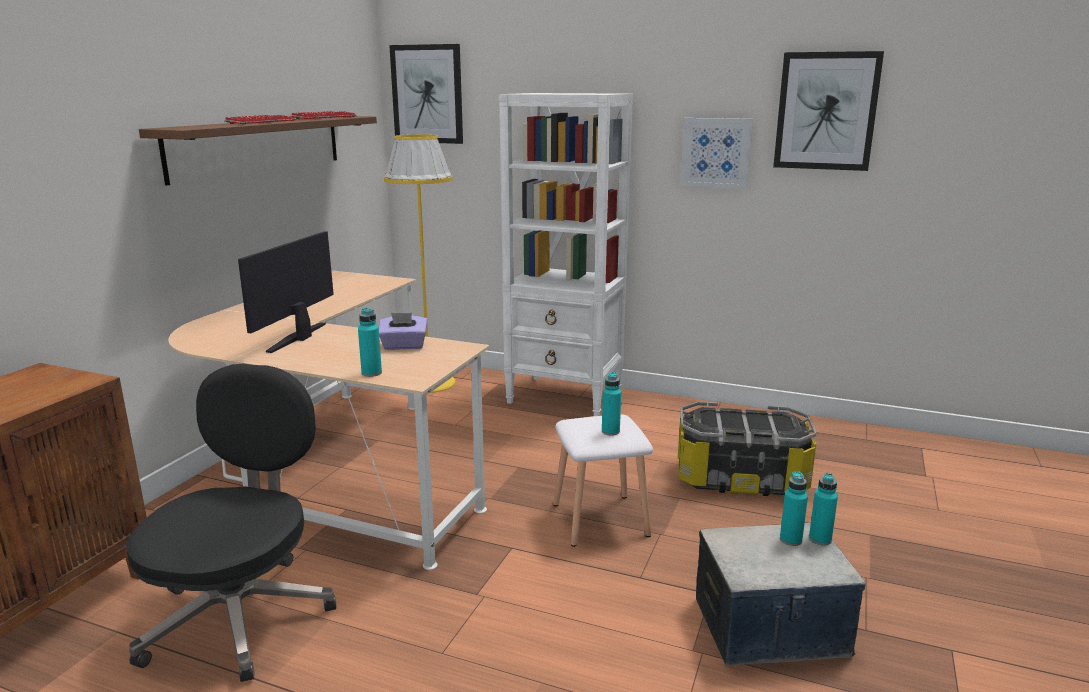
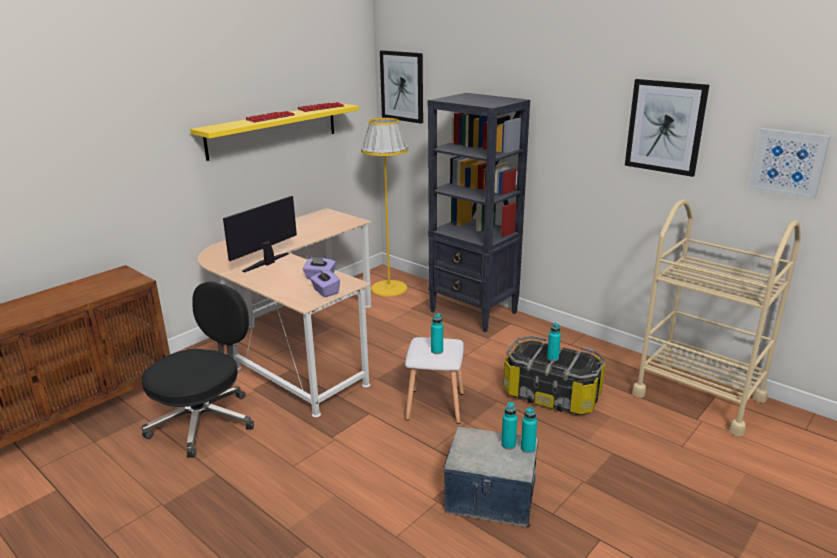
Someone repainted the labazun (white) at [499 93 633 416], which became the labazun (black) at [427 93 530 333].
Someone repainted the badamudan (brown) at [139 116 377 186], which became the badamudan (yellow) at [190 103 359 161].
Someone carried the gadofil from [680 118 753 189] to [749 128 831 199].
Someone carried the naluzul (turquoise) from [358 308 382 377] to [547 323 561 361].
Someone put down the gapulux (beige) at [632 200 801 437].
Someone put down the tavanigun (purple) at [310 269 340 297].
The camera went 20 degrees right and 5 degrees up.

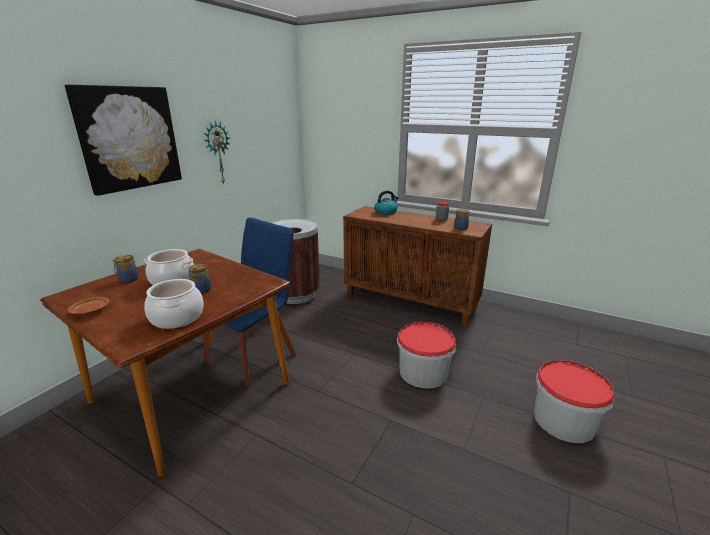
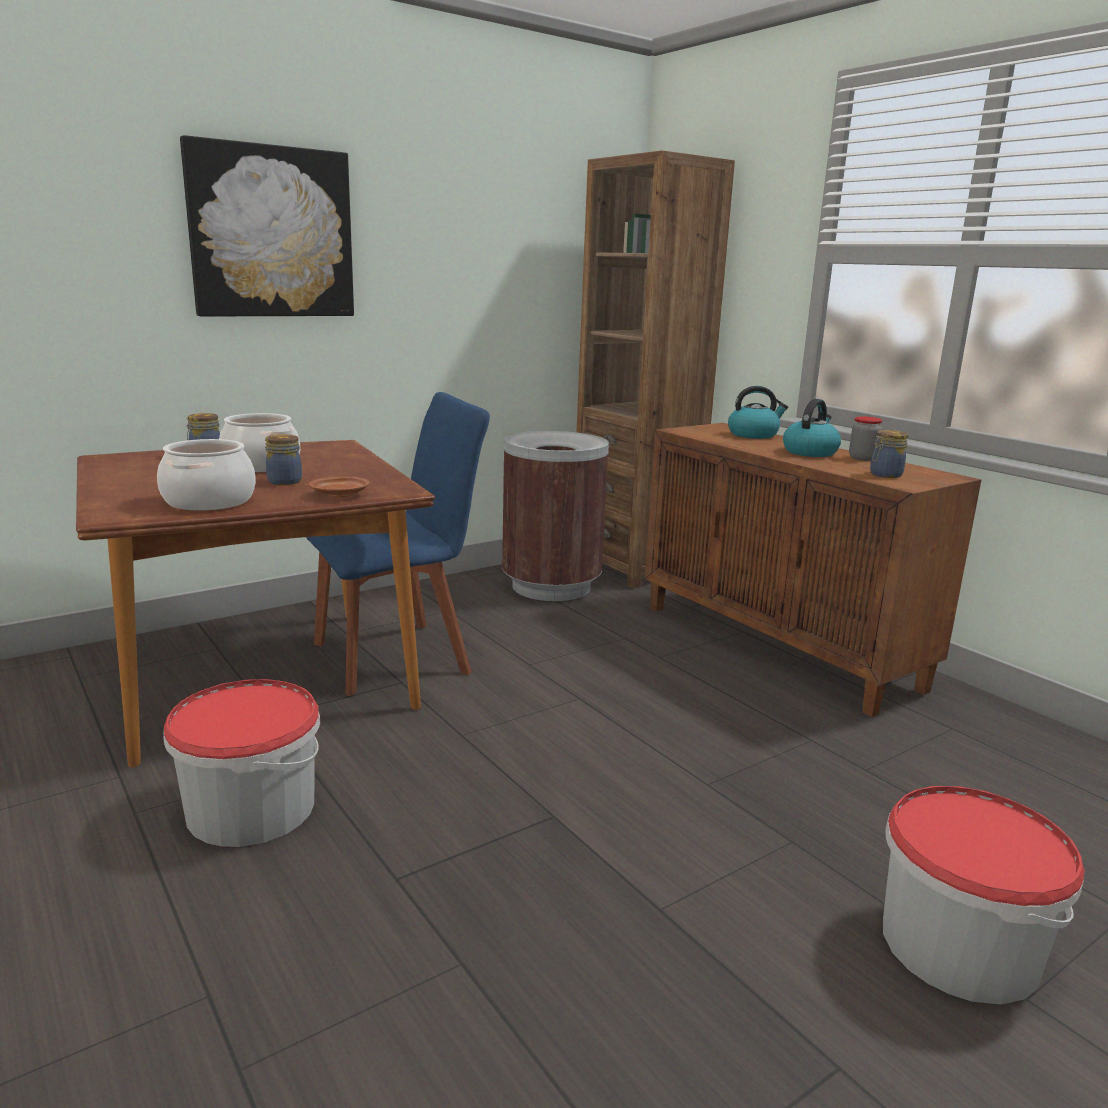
Someone took away the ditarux at [204 120 231 184].
Someone carried the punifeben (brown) from [68 297 110 315] to [309 476 370 497].
Someone carried the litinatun from [397 322 456 389] to [163 679 320 847].
Someone put down the labazun (brown) at [576 150 735 589].
Someone put down the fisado at [783 399 841 457].
The camera went 25 degrees right and 5 degrees down.

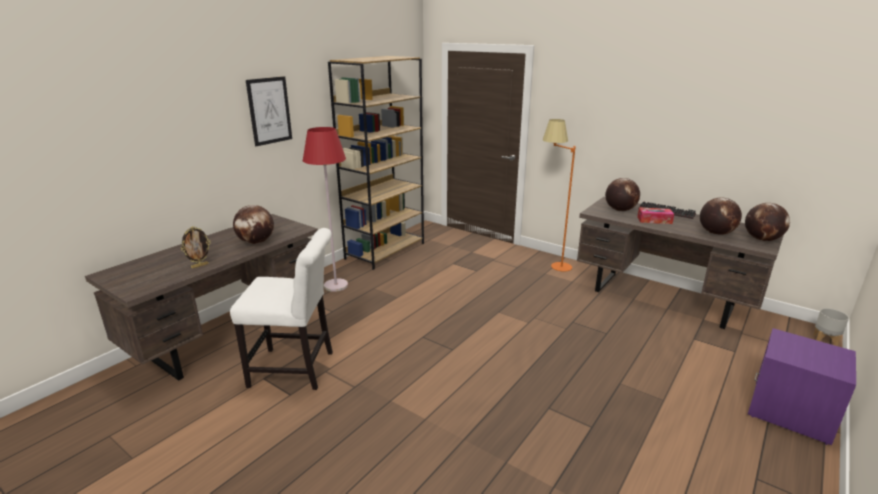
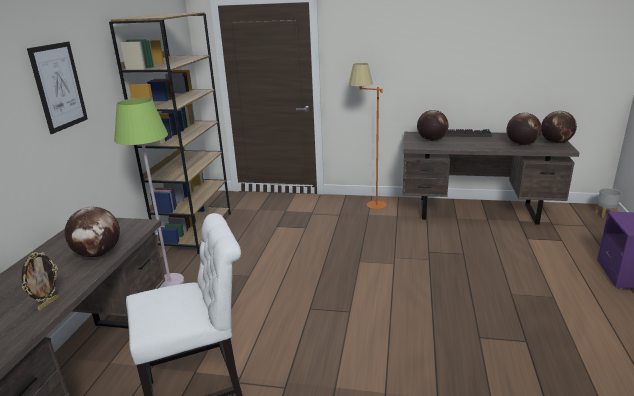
Someone repainted the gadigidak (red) at [303 127 348 292], which became the gadigidak (green) at [114 98 184 288].
Someone took away the tavanigun at [637 207 674 224].
The camera went 25 degrees left and 0 degrees up.

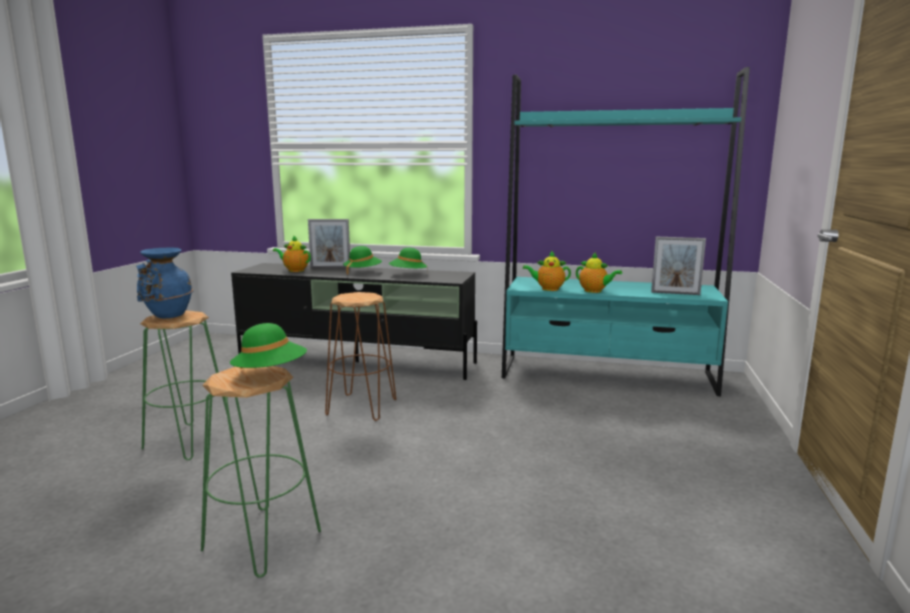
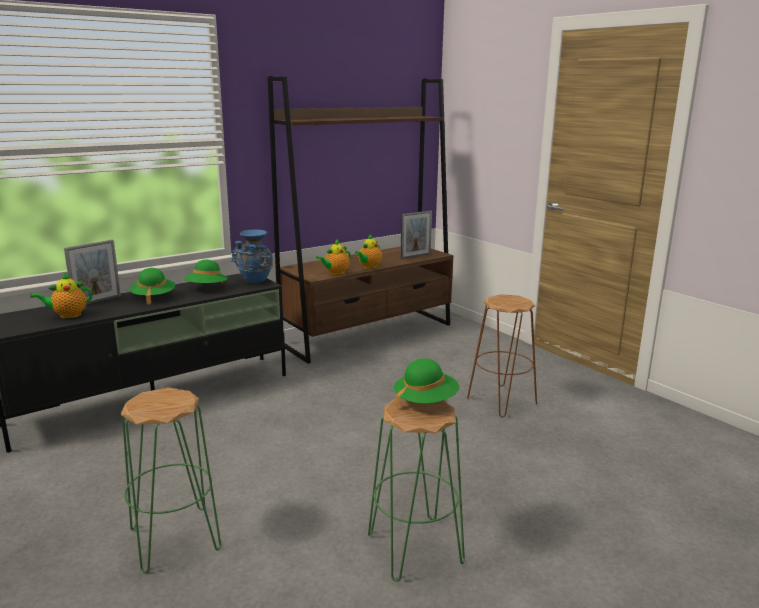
Someone repainted the labazun (turquoise) at [502 67 750 396], which became the labazun (brown) at [268 76 453 364].
Someone carried the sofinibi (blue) from [136 248 194 318] to [231 229 273 283].
Someone rotated the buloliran at [576 252 622 293] by 135 degrees clockwise.
Someone carried the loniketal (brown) from [325 292 396 421] to [467 294 537 417].
The camera went 50 degrees left and 5 degrees up.

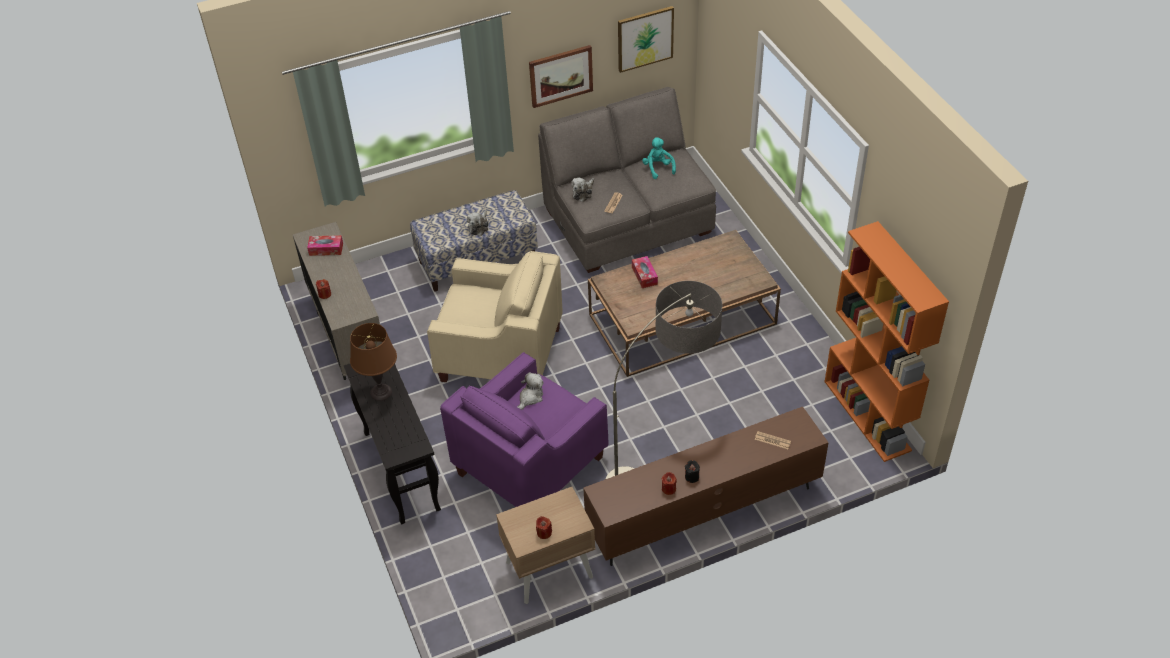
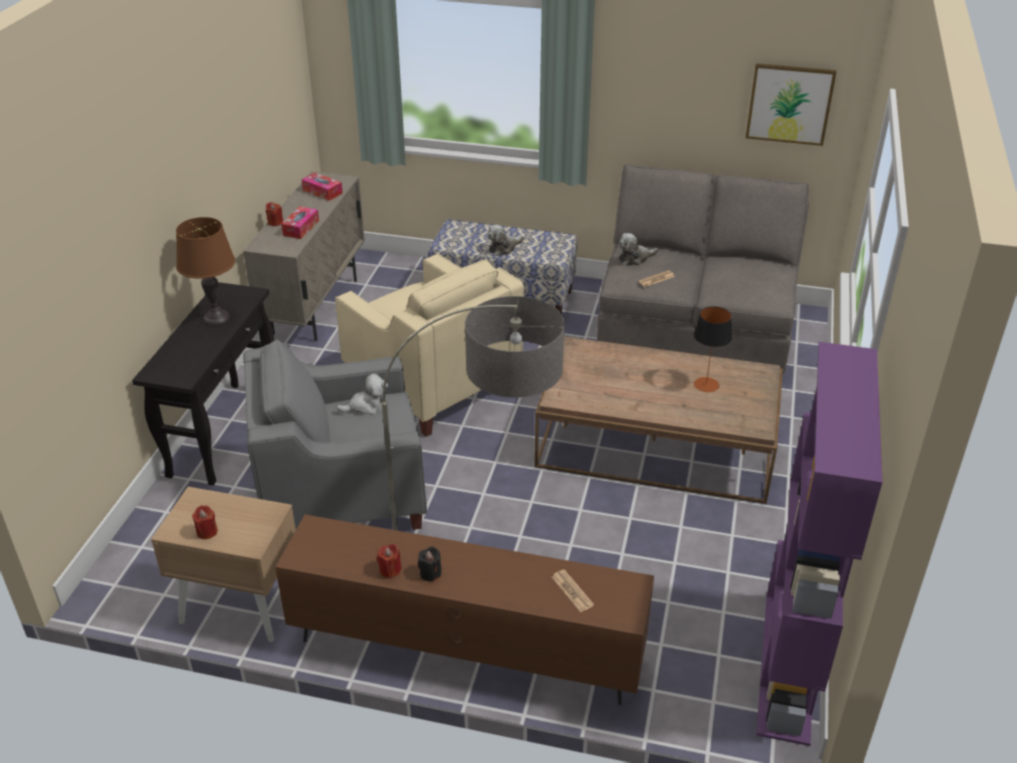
Someone took away the gadofil at [529 45 593 108].
Someone took away the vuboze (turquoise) at [642 137 676 179].
Someone repainted the labazun (orange) at [824 221 949 462], which became the labazun (purple) at [756 342 882 746].
Someone carried the tavanigun from [632 256 658 288] to [281 206 319 239].
Someone repainted the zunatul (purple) at [440 352 609 507], which became the zunatul (grey) at [243 339 427 530].
Someone put down the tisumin at [694 306 732 392].
The camera went 35 degrees right and 10 degrees down.

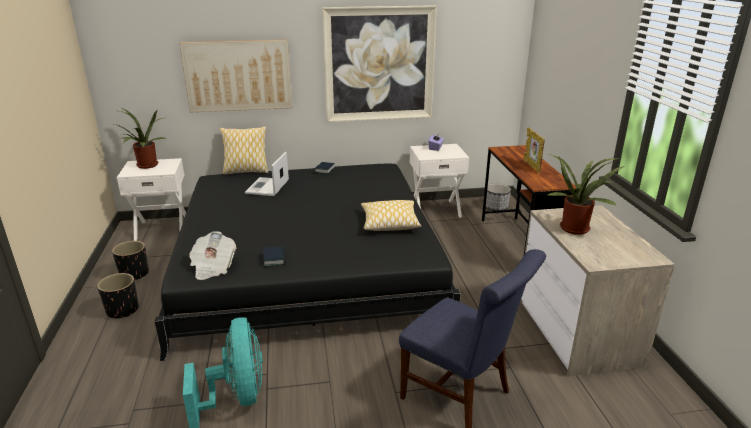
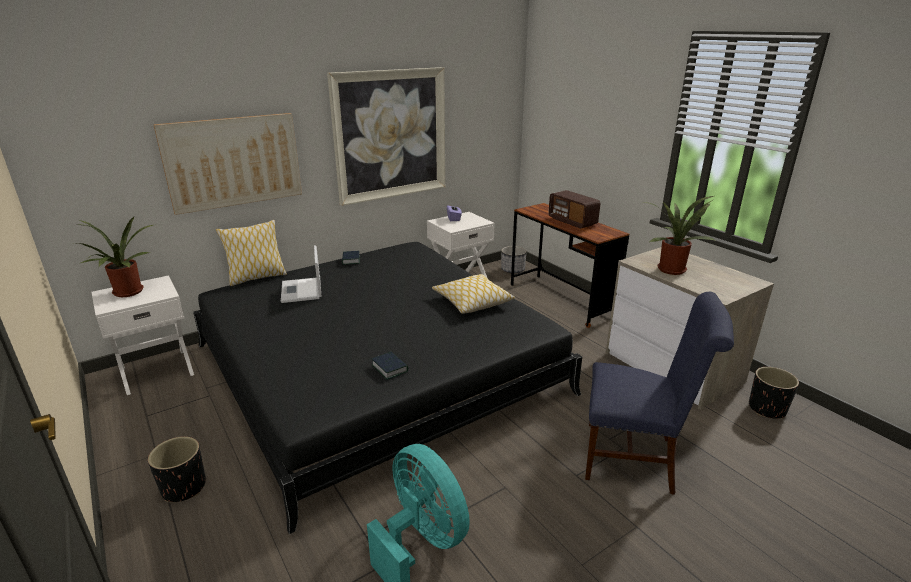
Someone swapped the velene at [524 127 545 173] for the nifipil at [548 190 600 229].
Someone took away the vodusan at [189 231 236 280].
Someone carried the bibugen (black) from [112 241 149 280] to [749 367 799 419].
The camera went 25 degrees left and 0 degrees up.

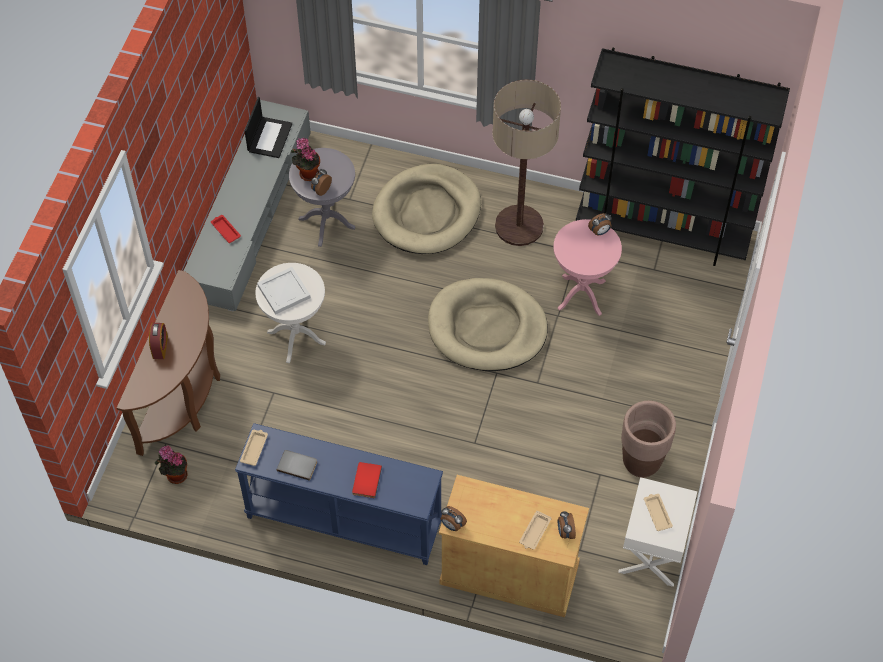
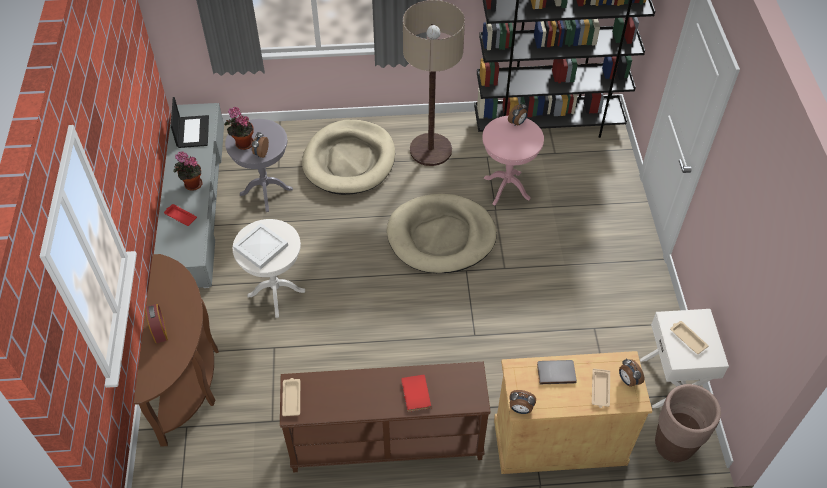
Someone carried the bibugen (brown) from [621 401 676 477] to [655 384 721 462].
Someone repainted the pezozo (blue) at [235 423 443 565], which became the pezozo (brown) at [280 362 491 473].
Someone carried the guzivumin from [155 445 188 484] to [173 151 203 191].
Someone carried the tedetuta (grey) from [277 450 317 481] to [537 360 577 384].
The camera went 20 degrees left and 5 degrees down.

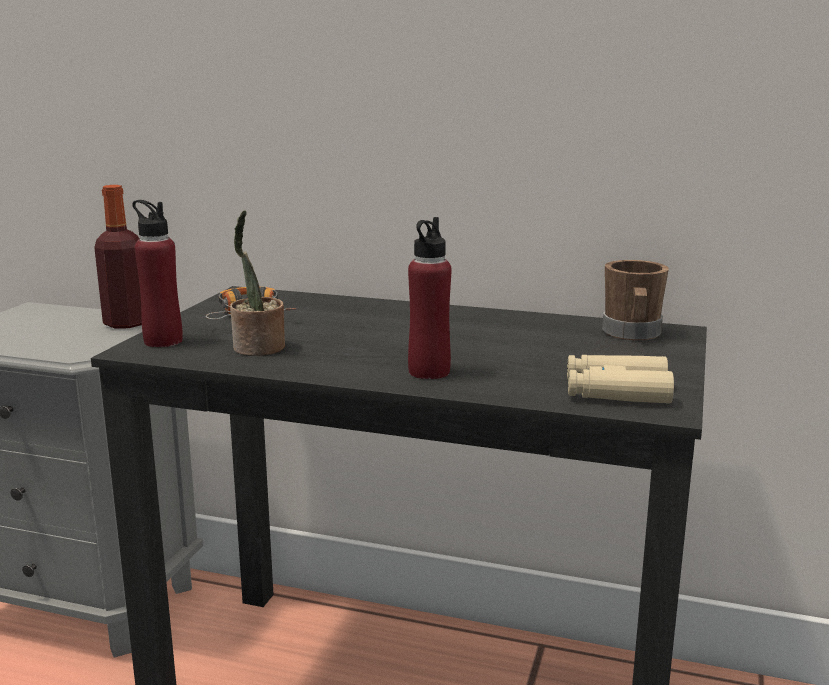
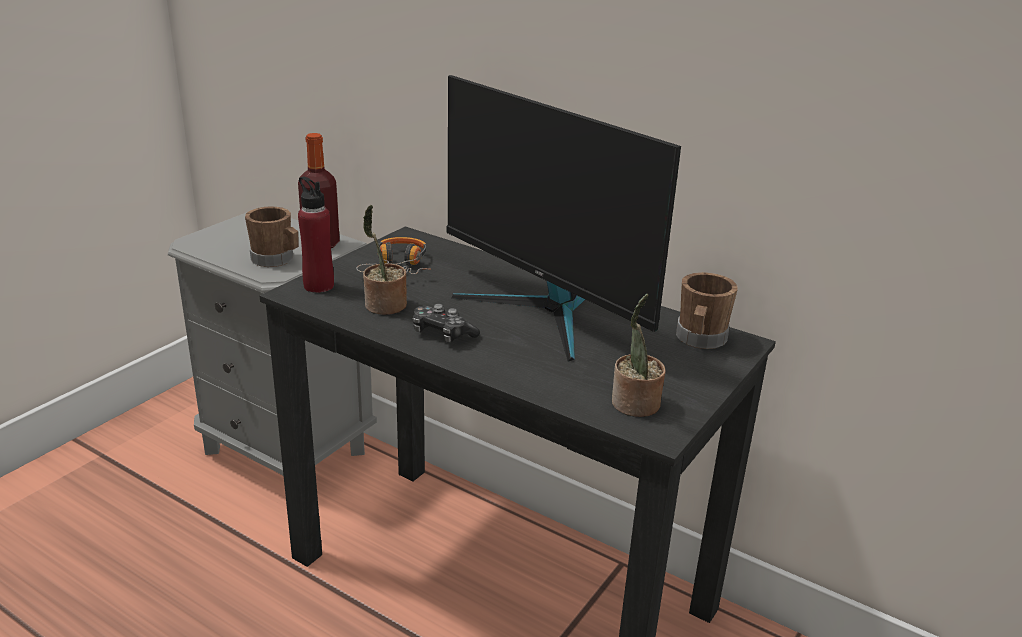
Someone took away the naluzul (red) at [408 217 451 379].
Someone swapped the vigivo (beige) at [567 355 674 403] for the guzivumin at [612 294 666 417].
Someone put down the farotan at [446 75 681 362].
Someone put down the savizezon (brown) at [245 207 299 267].
Someone put down the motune at [413 303 480 343].
The camera went 15 degrees right and 10 degrees up.

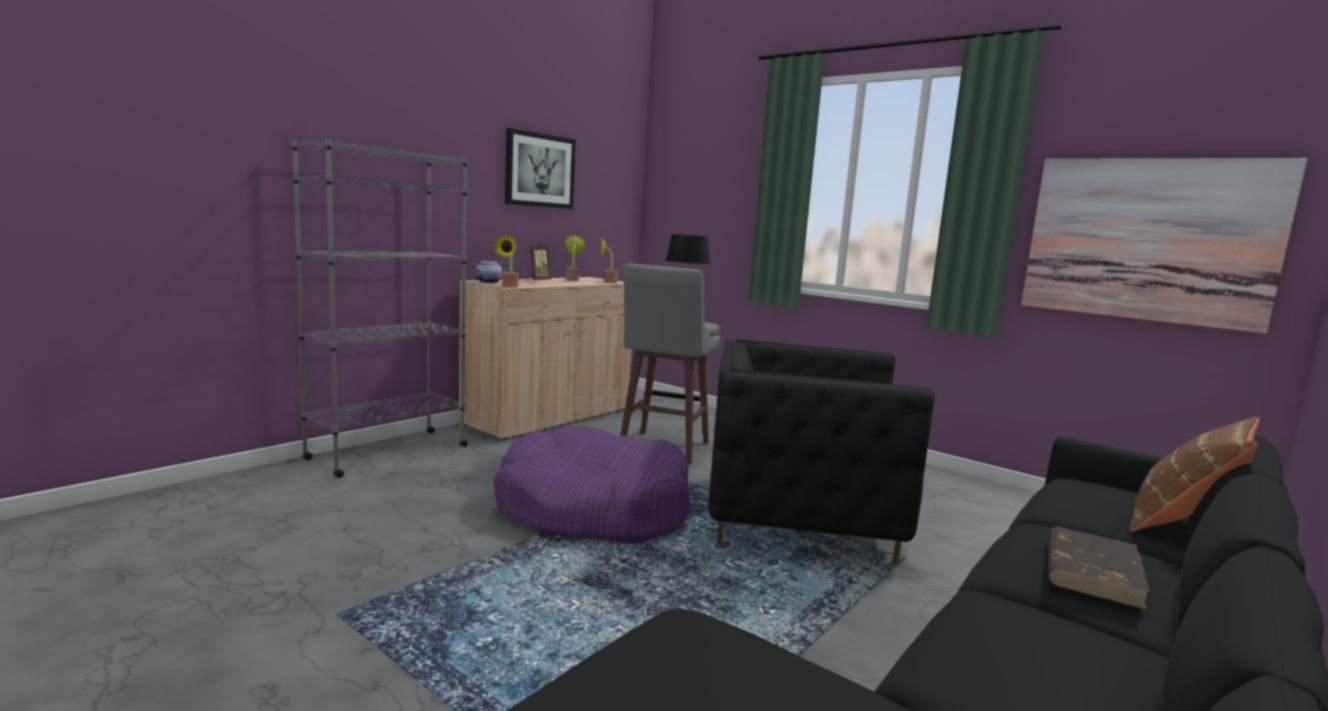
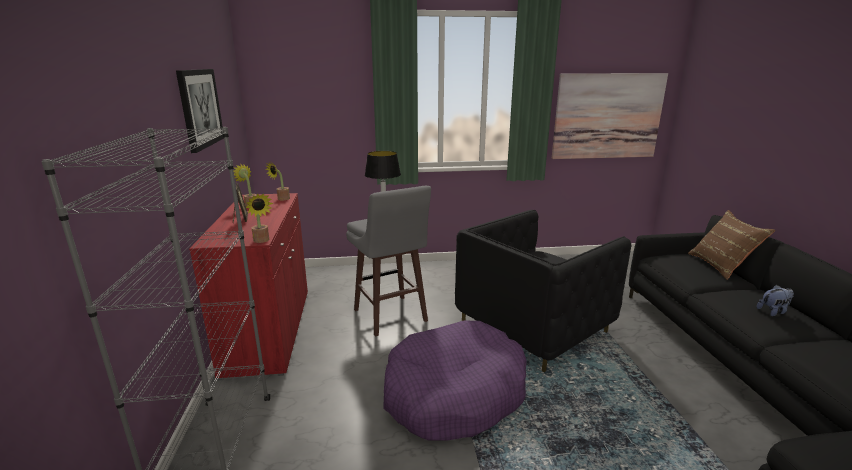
Someone took away the buloliran at [471 257 507 283].
Someone repainted the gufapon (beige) at [458 277 631 441], which became the gufapon (red) at [189 193 308 381].
Someone swapped the tedetuta (brown) at [1048 527 1150 610] for the vuboze at [757 285 794 316].
The camera went 45 degrees left and 10 degrees up.

